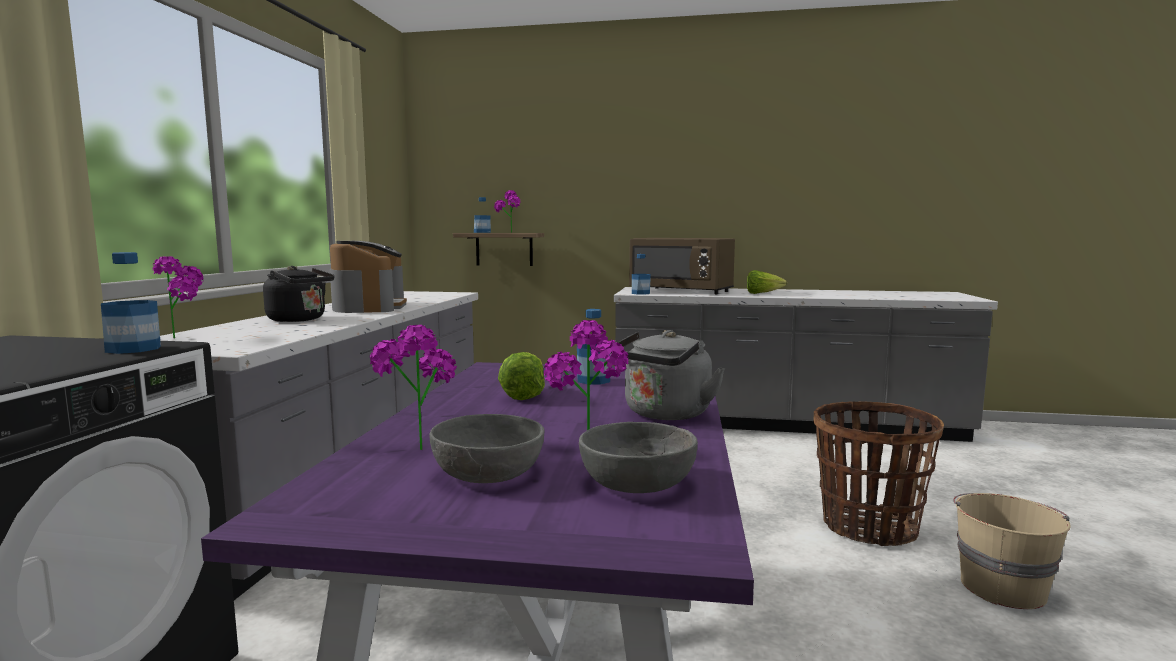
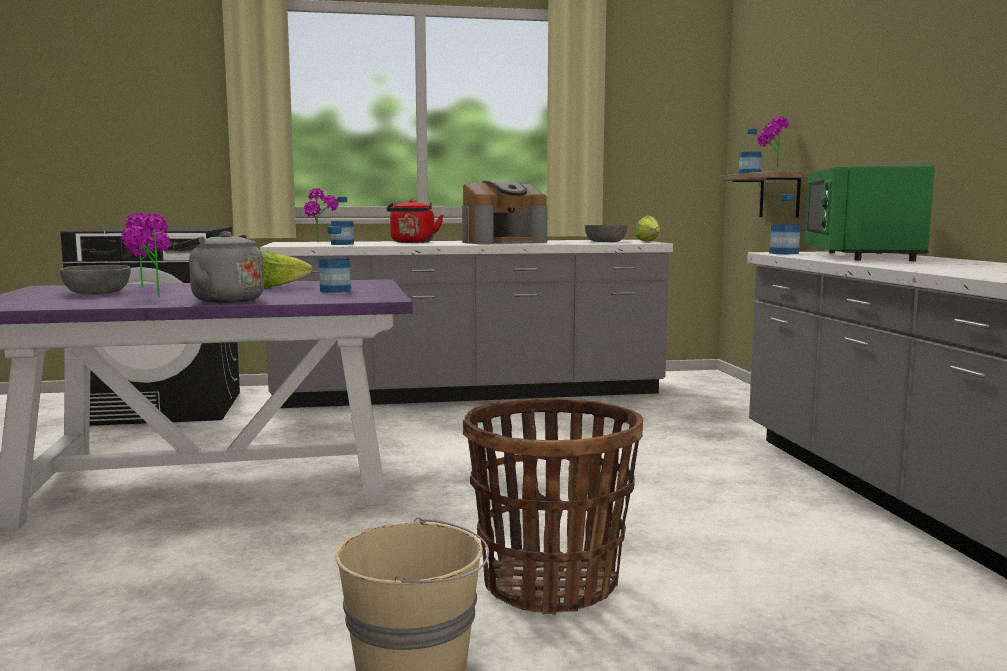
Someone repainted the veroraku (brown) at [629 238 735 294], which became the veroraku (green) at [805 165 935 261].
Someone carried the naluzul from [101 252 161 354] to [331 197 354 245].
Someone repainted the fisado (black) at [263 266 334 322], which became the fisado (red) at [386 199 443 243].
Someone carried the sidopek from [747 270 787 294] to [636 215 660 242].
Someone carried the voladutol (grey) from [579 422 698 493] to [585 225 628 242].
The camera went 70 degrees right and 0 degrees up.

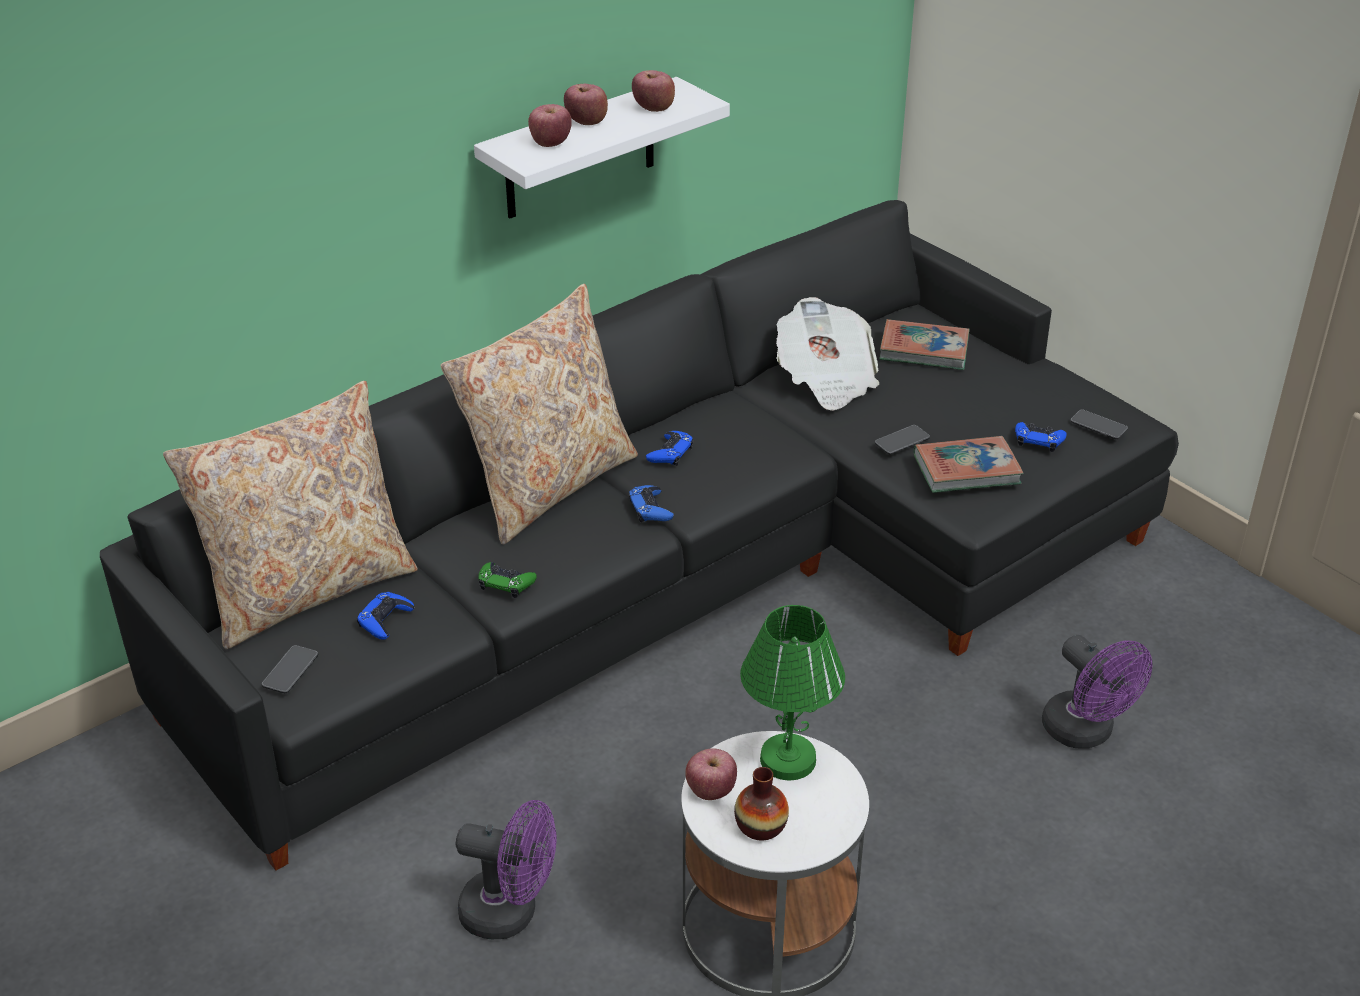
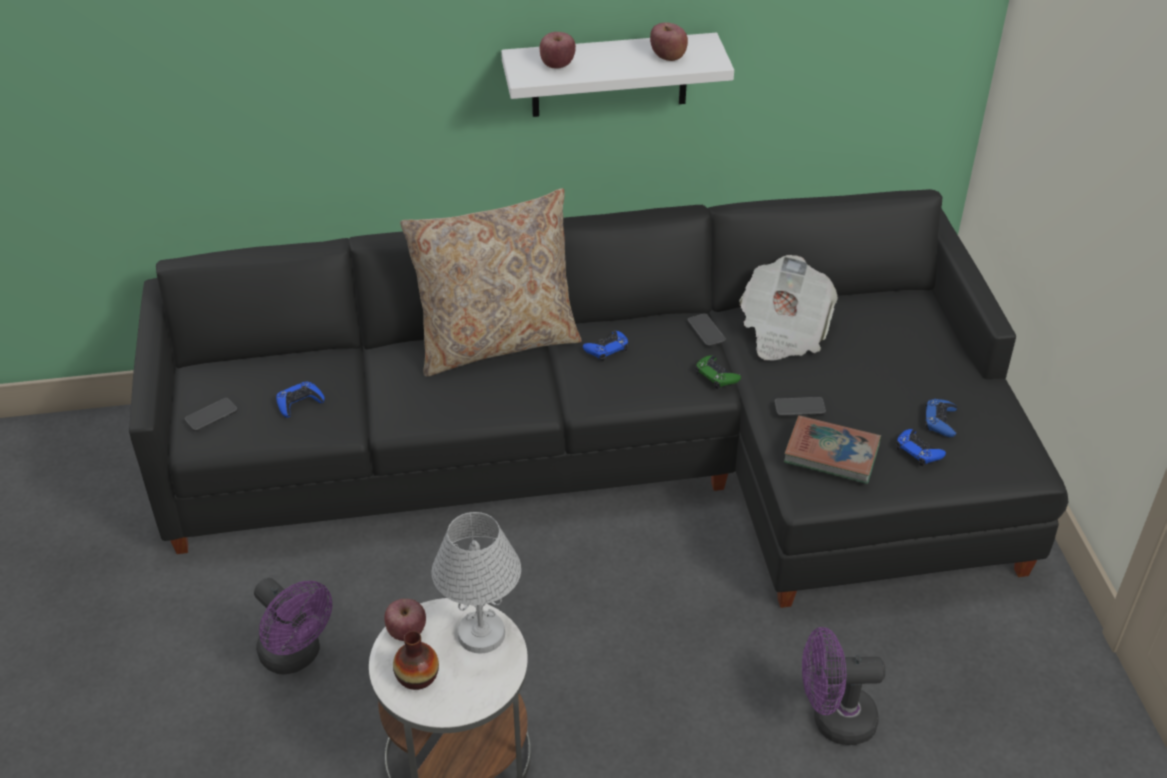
Someone took away the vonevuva at [564 84 608 125].
Someone took away the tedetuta at [880 319 970 370].
Someone took away the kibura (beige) at [163 381 418 649].
Someone carried the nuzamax from [1070 409 1128 439] to [687 314 726 346].
Someone carried the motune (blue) from [628 485 674 522] to [925 399 957 437].
Someone carried the motune (green) from [478 562 537 598] to [696 355 741 389].
Someone repainted the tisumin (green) at [740 605 845 780], which became the tisumin (white) at [432 512 521 654].
Someone rotated the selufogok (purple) at [1042 635 1153 749] by 90 degrees clockwise.
The camera went 30 degrees right and 5 degrees up.

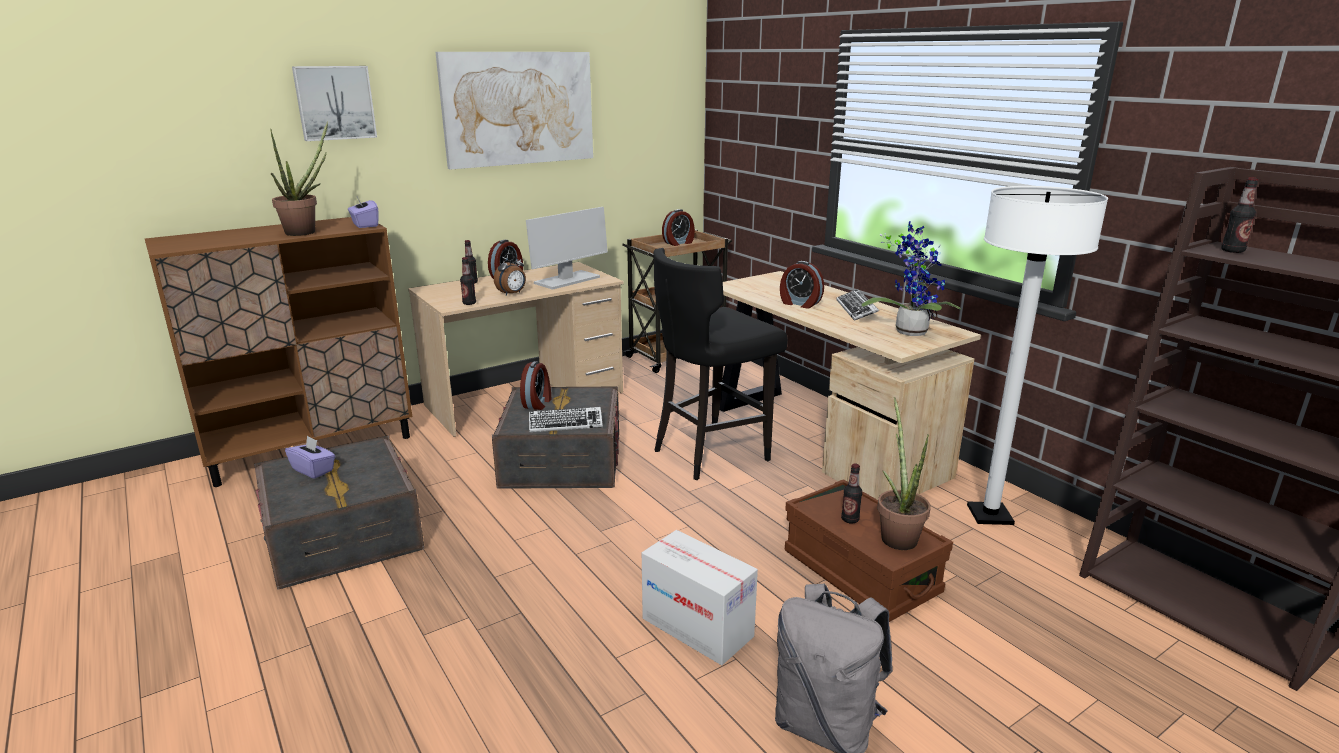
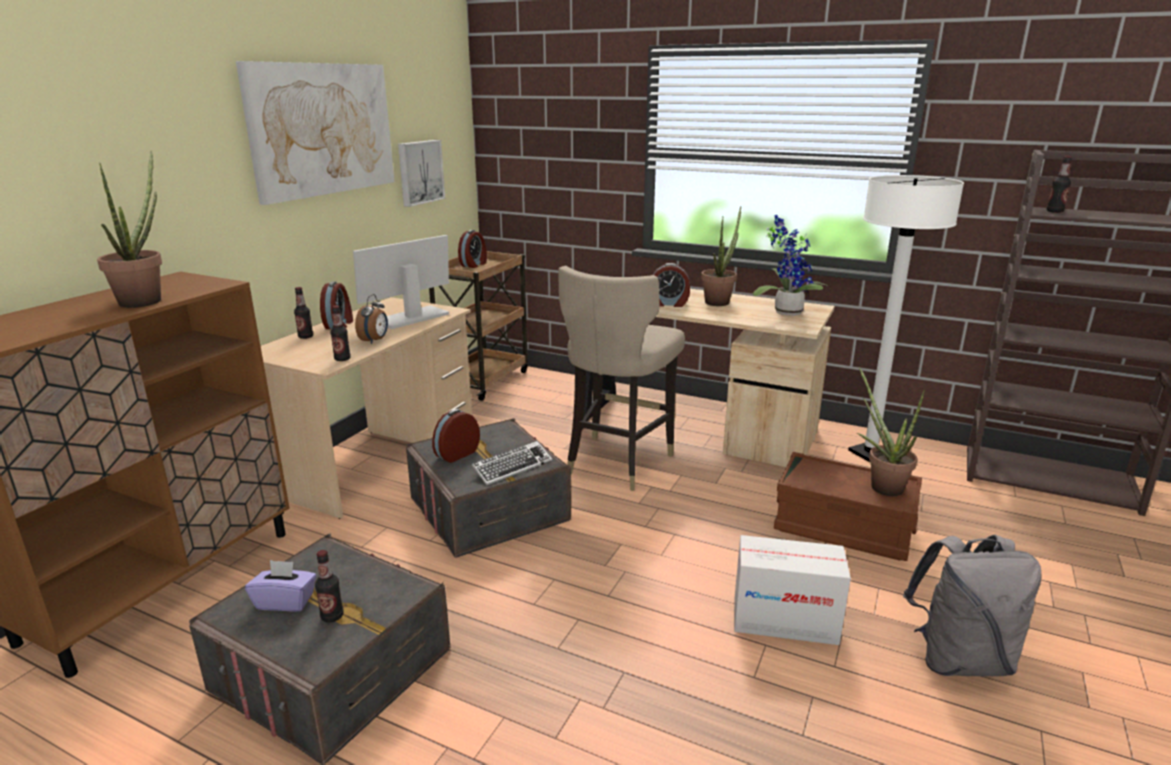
Someone carried the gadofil from [292 66 377 141] to [398 140 445 207].
Someone took away the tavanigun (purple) at [348 197 379 228].
Someone rotated the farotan at [526 207 608 290] by 150 degrees counterclockwise.
Someone repainted the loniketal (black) at [653 248 788 480], which became the loniketal (beige) at [558 266 685 491].
Someone swapped the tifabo at [836 289 879 321] for the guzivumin at [701 206 741 306].
Someone rotated the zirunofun at [520 361 551 410] by 120 degrees counterclockwise.
Someone carried the naluzul from [841 463 862 524] to [315 550 344 623].
The camera went 30 degrees left and 0 degrees up.

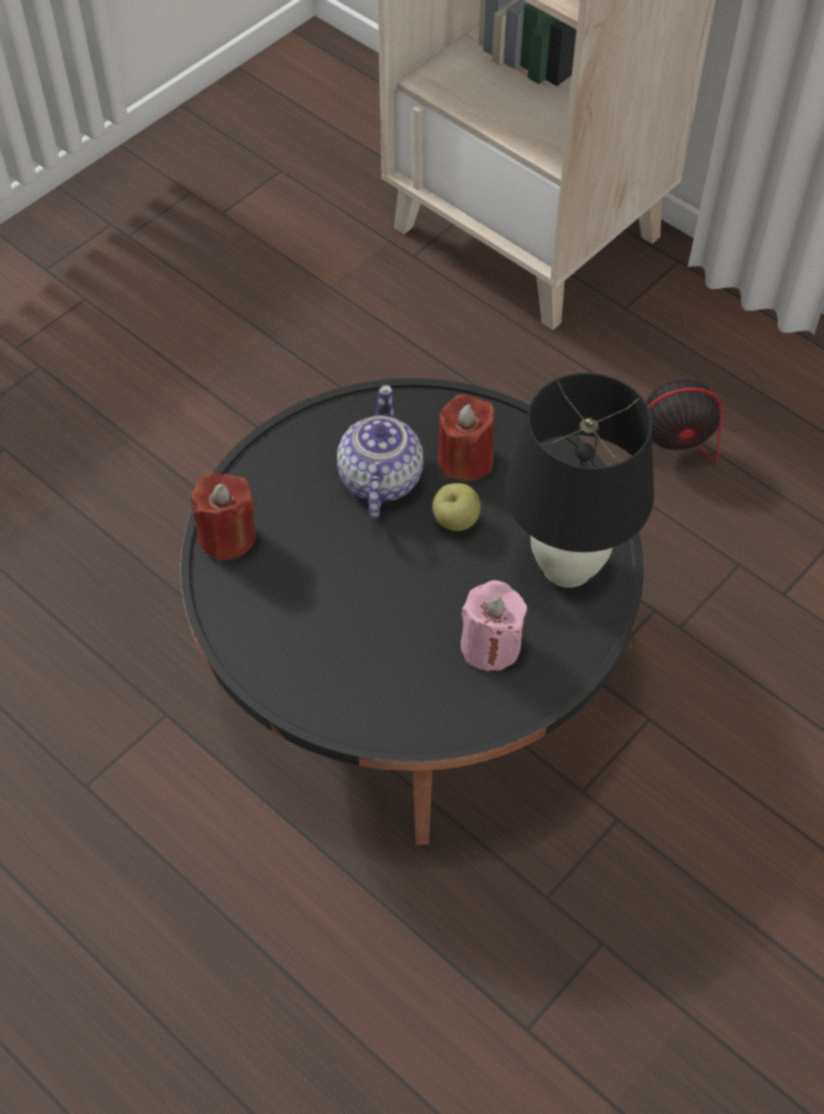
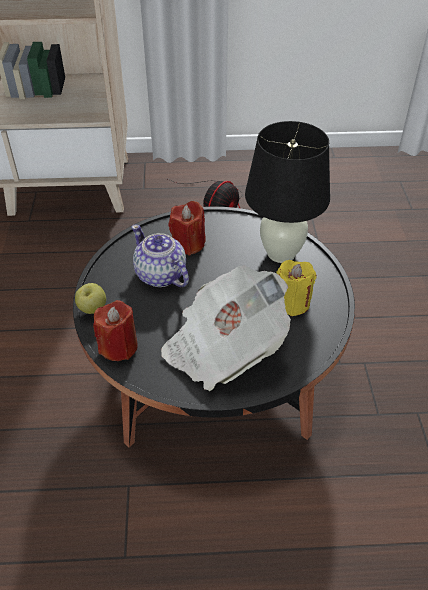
Someone carried the vonevuva from [432 483 481 531] to [75 283 106 314].
Someone repainted the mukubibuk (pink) at [461 580 527 671], which became the mukubibuk (yellow) at [276 260 317 316].
Someone put down the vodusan at [161 265 291 391].
The camera went 45 degrees left and 10 degrees down.

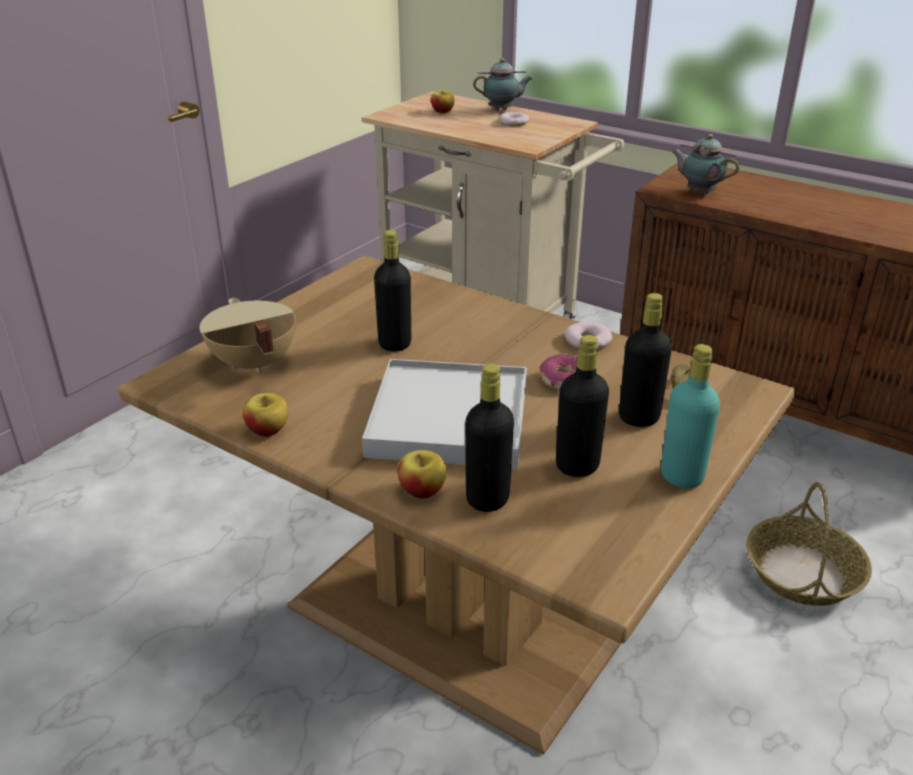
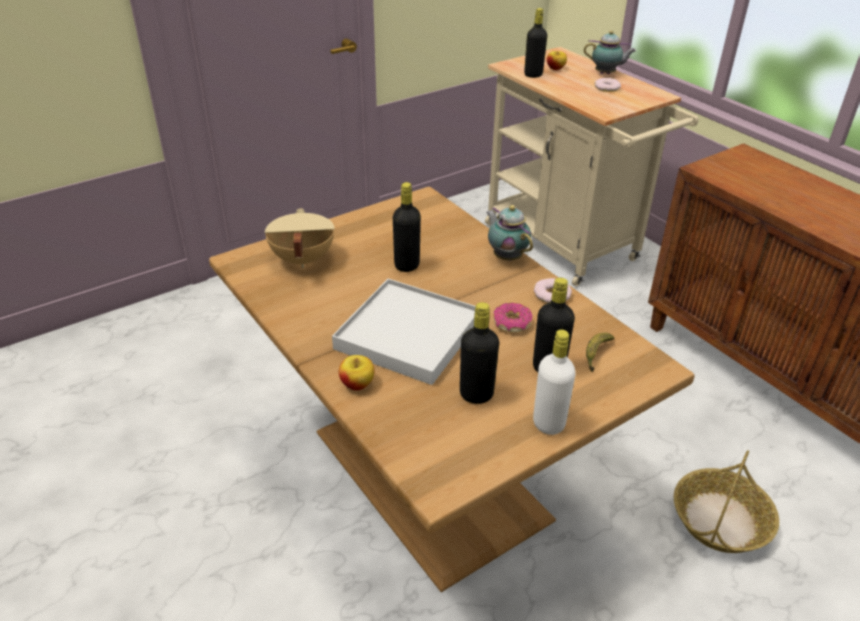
Someone carried the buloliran from [671 134 739 194] to [487 205 533 261].
Someone repainted the naluzul (turquoise) at [661 344 720 489], which became the naluzul (white) at [533 329 576 435].
Someone carried the naluzul (black) from [465 364 514 512] to [524 8 547 78].
Someone took away the vonevuva at [242 393 288 437].
The camera went 20 degrees right and 5 degrees up.

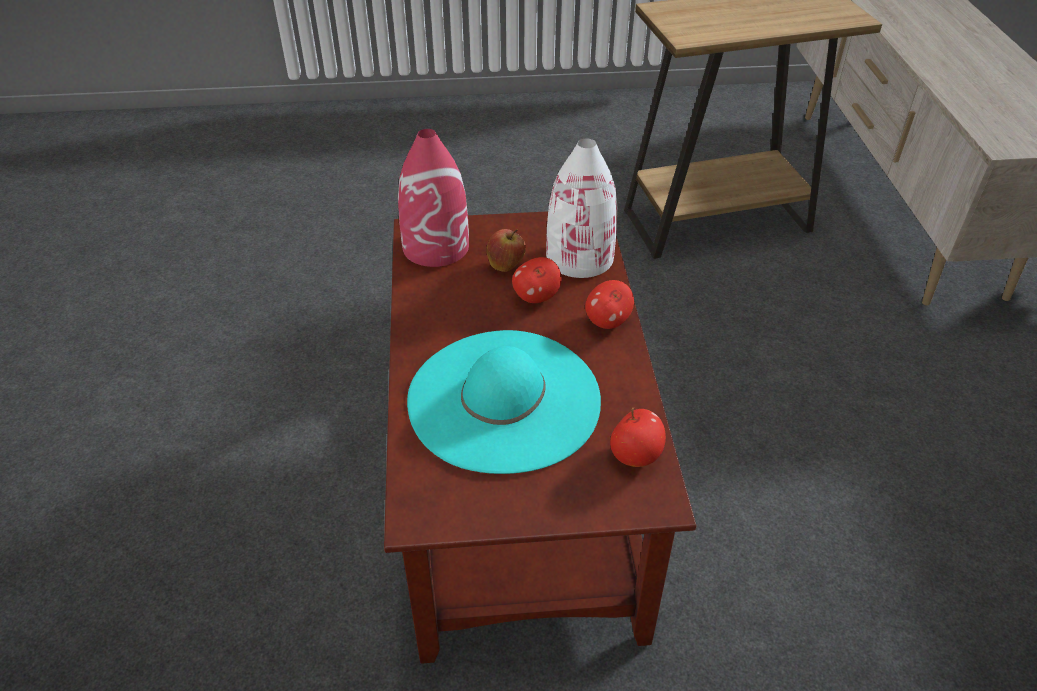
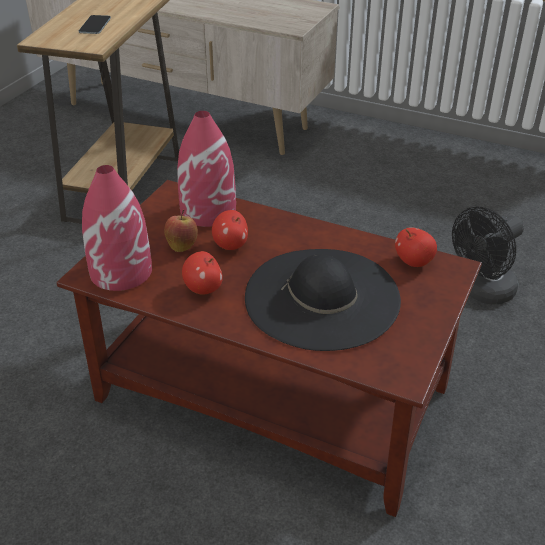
Someone repainted the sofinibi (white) at [546 138 617 278], which became the sofinibi (red) at [177 111 236 227].
Someone carried the vonevuva from [585 280 634 329] to [182 251 223 295].
Someone repainted the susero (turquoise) at [407 330 601 474], which became the susero (black) at [245 249 401 351].
Someone put down the nuzamax at [79 15 111 34].
Someone put down the selufogok (black) at [452 207 524 304].
The camera went 60 degrees left and 5 degrees down.

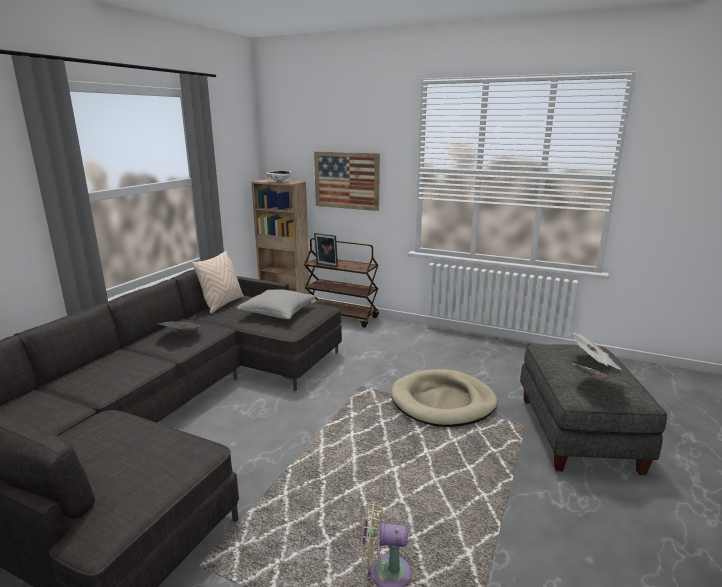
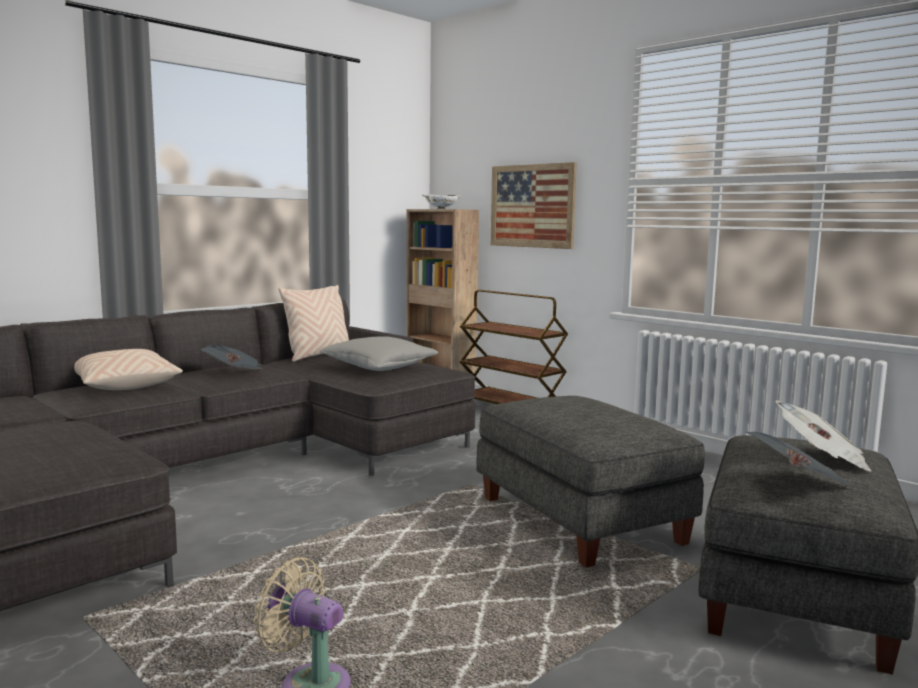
Someone took away the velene at [314 233 338 267].
Someone swapped the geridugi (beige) at [391 369 497 427] for the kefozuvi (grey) at [476 396 705 568].
Someone put down the kibura (beige) at [74 349 183 390].
The camera went 20 degrees right and 10 degrees down.

